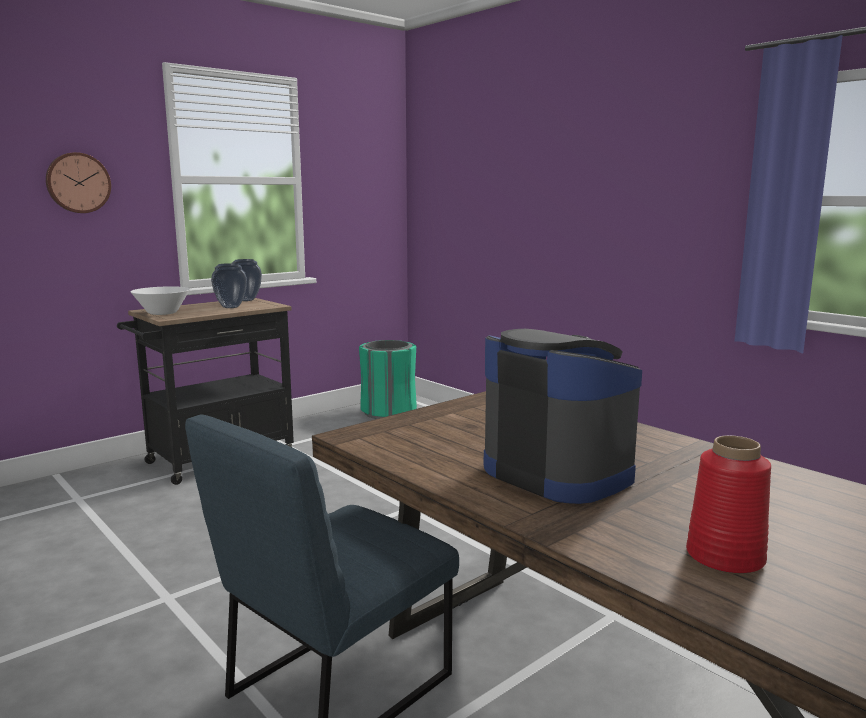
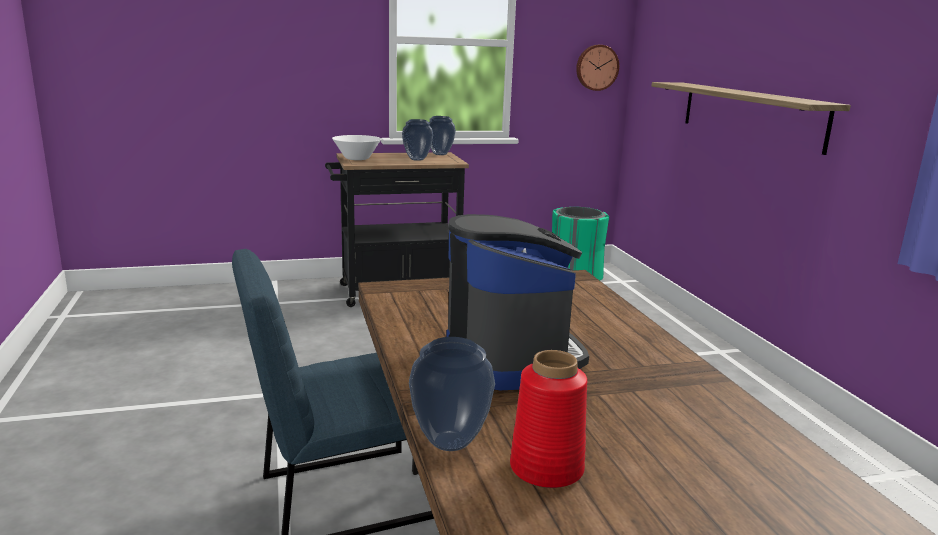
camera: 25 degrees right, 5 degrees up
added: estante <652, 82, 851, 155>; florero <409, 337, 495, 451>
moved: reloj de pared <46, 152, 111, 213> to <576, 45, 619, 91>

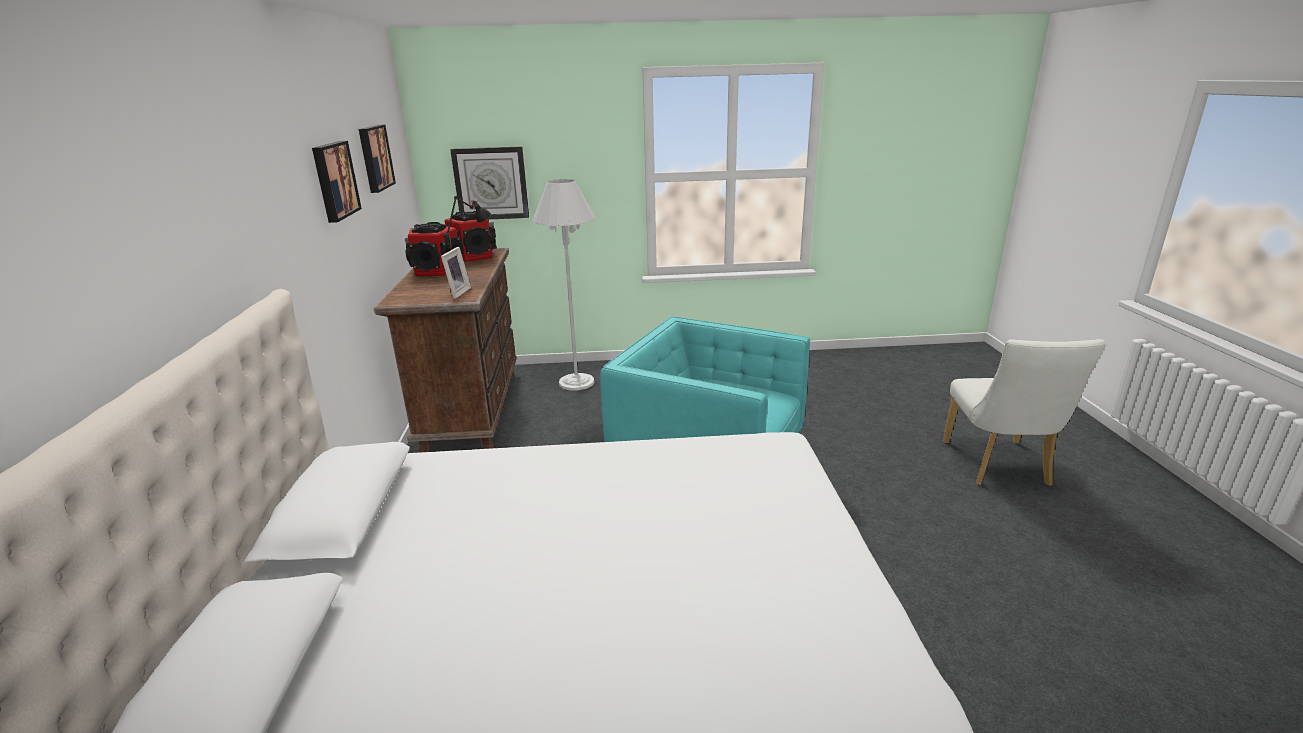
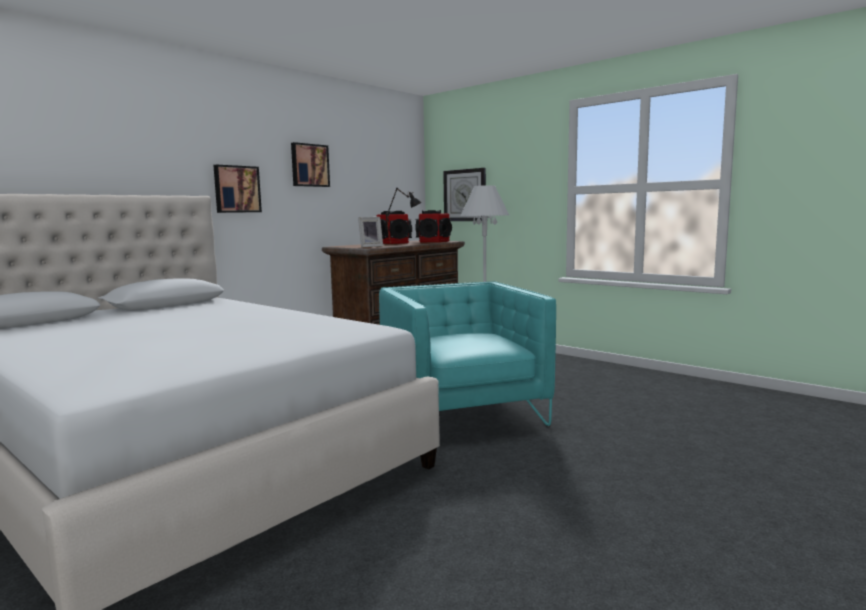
camera: 45 degrees right, 15 degrees down
removed: silla [blanco] <943, 339, 1106, 486>
moved: cuadro <359, 125, 396, 193> to <213, 164, 262, 213>

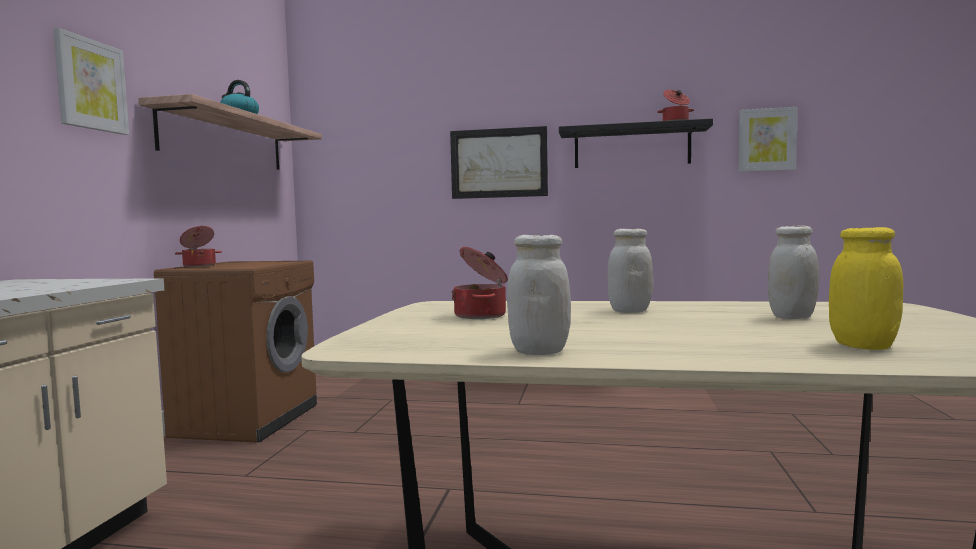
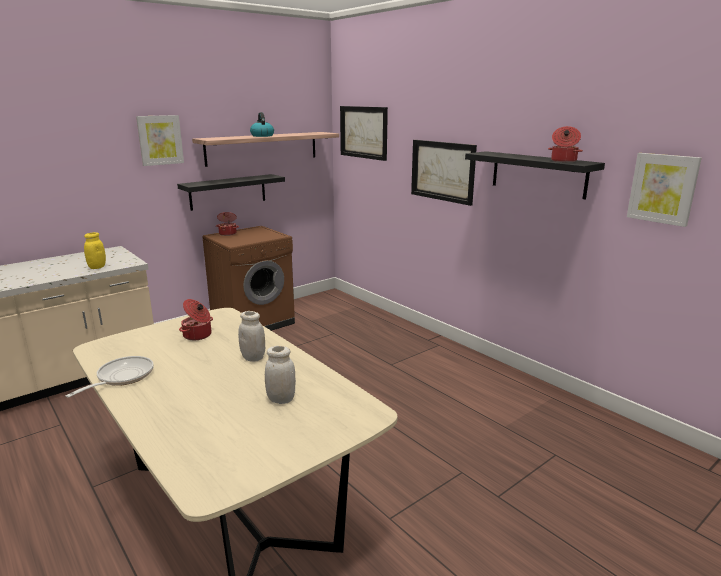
camera: 40 degrees right, 15 degrees up
added: cuadro <340, 106, 388, 161>; estante [negro] <177, 174, 285, 211>
moved: tarro [amarillo] <829, 227, 903, 350> to <84, 232, 106, 269>
replaced: tarro [blanco] <507, 235, 571, 355> to sartén <66, 356, 154, 398>

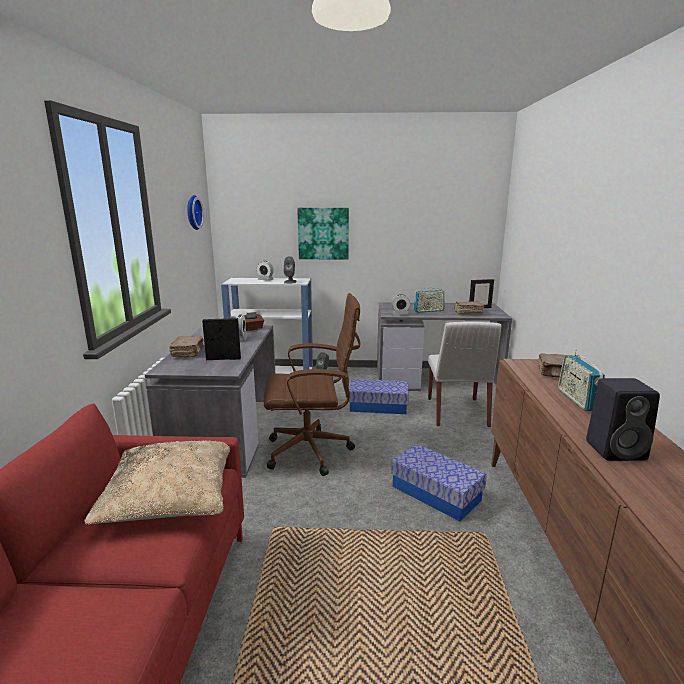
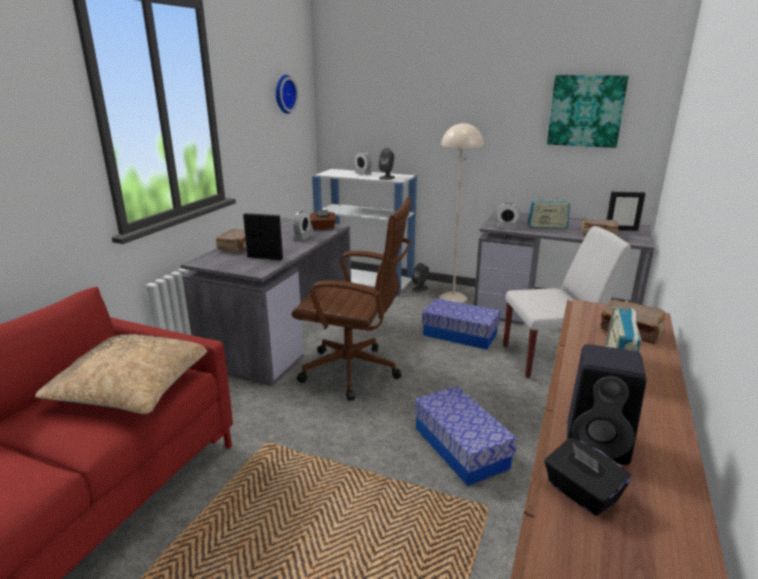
camera: 20 degrees right, 5 degrees up
added: lámpara de pie [beis] <439, 122, 484, 303>; caja de pañuelos [negro] <544, 438, 631, 516>
moved: cuadro <297, 208, 349, 260> to <547, 75, 629, 148>
turned: silla [blanco] <428, 322, 501, 427> = <503, 226, 631, 378> 120 degrees counterclockwise

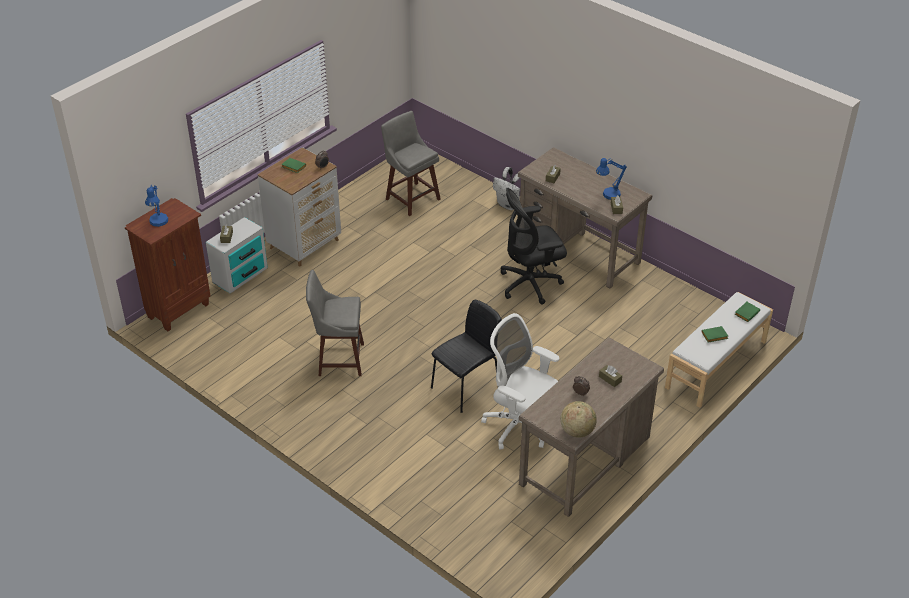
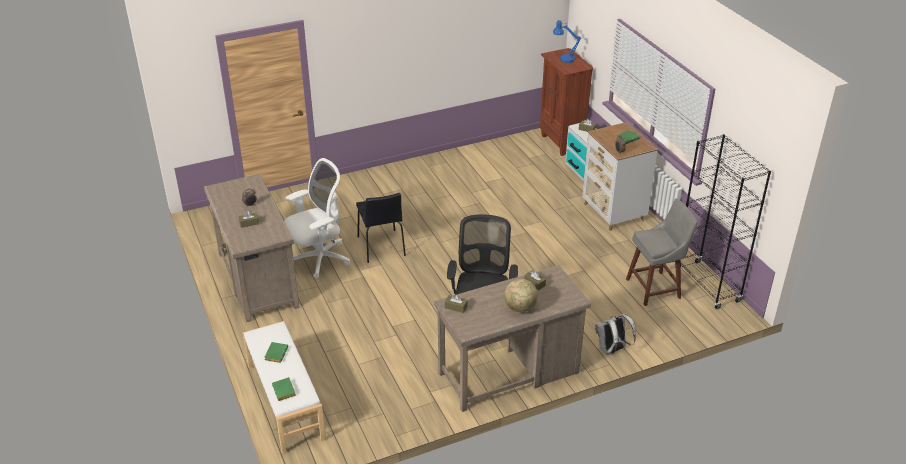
camera: 115 degrees right, 5 degrees down
removed: lámpara de mesa [azul] <596, 158, 627, 200>; silla [gris] <306, 270, 364, 376>
added: estantería [negro] <675, 134, 771, 309>
moved: globo terráqueo <560, 401, 597, 438> to <504, 279, 538, 312>

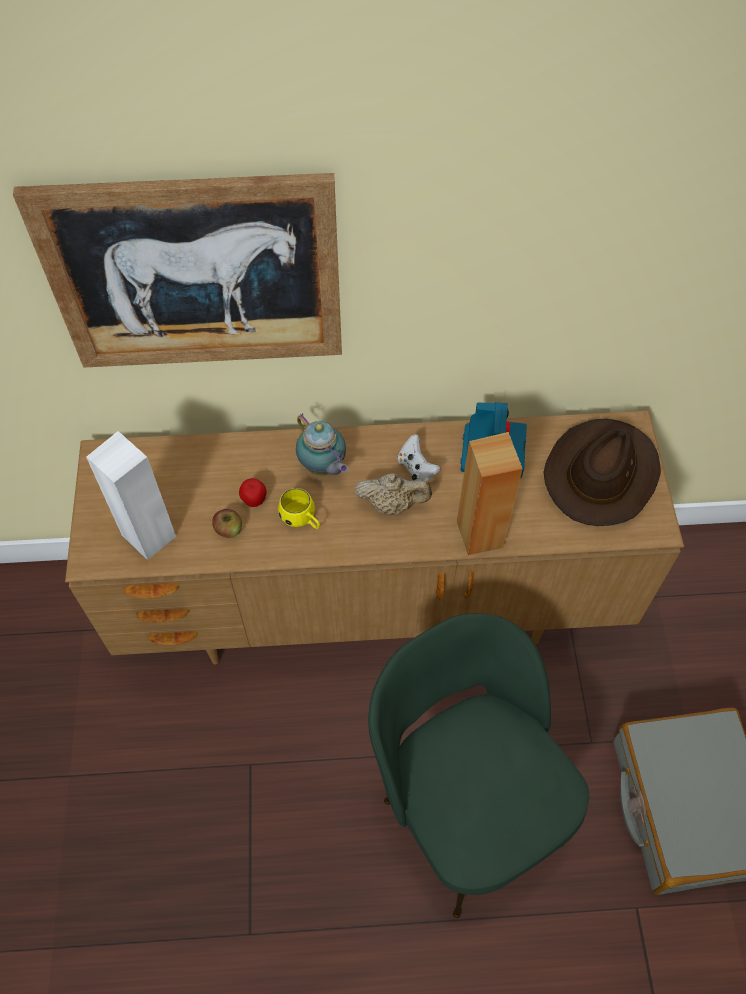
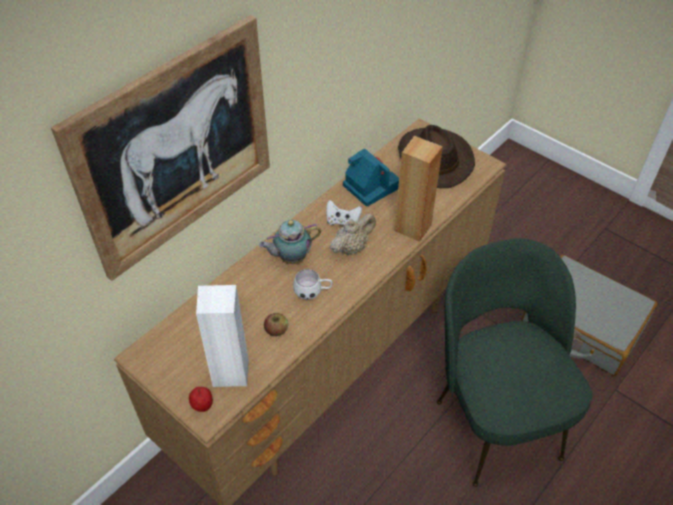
camera: 45 degrees left, 10 degrees down
moved: manzana <239, 478, 266, 507> to <189, 387, 213, 412>
recoloured: taza grande [amarillo] <278, 488, 320, 529> to taza grande [blanco] <293, 269, 333, 300>
turned: tetera <296, 413, 348, 475> = <259, 220, 321, 264> 150 degrees clockwise; silla [verde] <368, 613, 589, 918> = <437, 238, 592, 487> 60 degrees clockwise

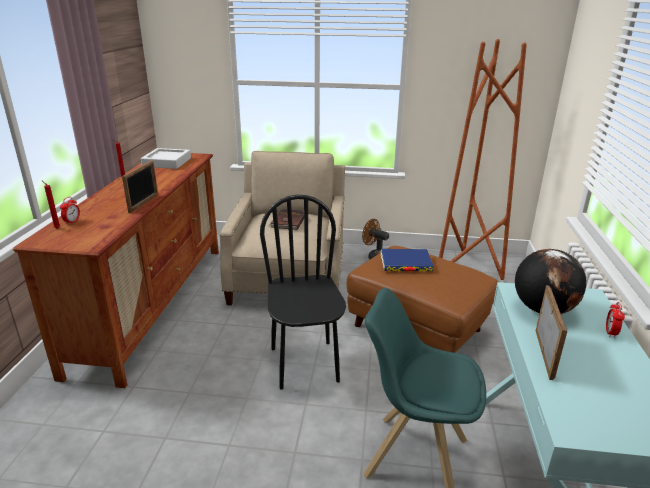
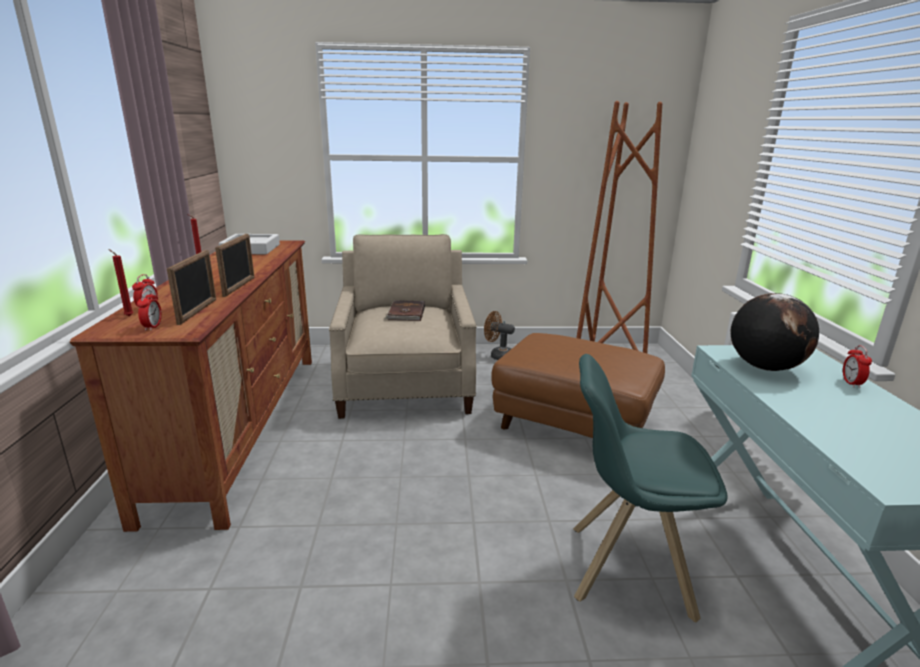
camera: 10 degrees left, 5 degrees down
removed: silla [negro] <260, 195, 346, 389>; libro [azul] <381, 249, 434, 272>
added: despertador <137, 290, 162, 331>
moved: portarretratos <536, 286, 567, 380> to <166, 250, 216, 325>

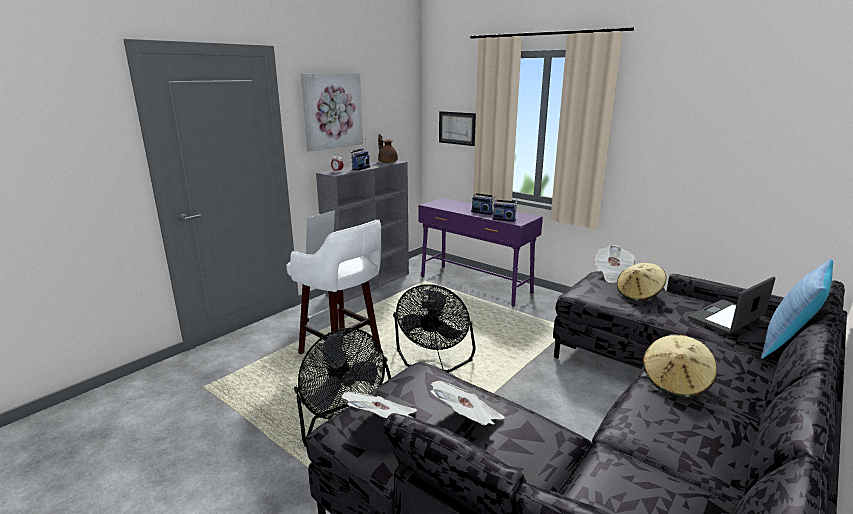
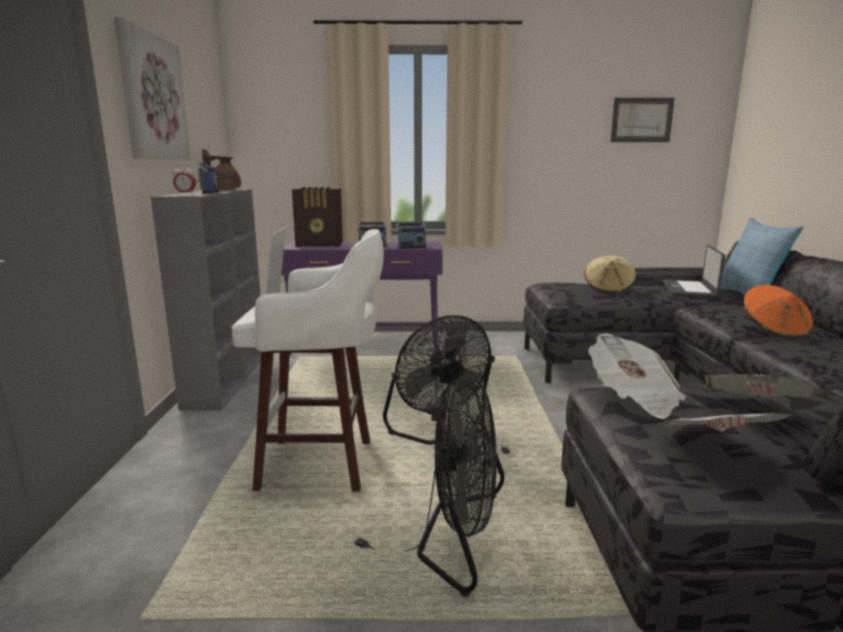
camera: 40 degrees left, 5 degrees down
added: radio <292, 187, 343, 247>
moved: cuadro <439, 111, 476, 146> to <611, 98, 674, 142>; periódico <594, 245, 637, 283> to <588, 333, 686, 419>
recoloured: sombrero [beis] <643, 335, 717, 398> to sombrero [naranja] <744, 285, 813, 339>

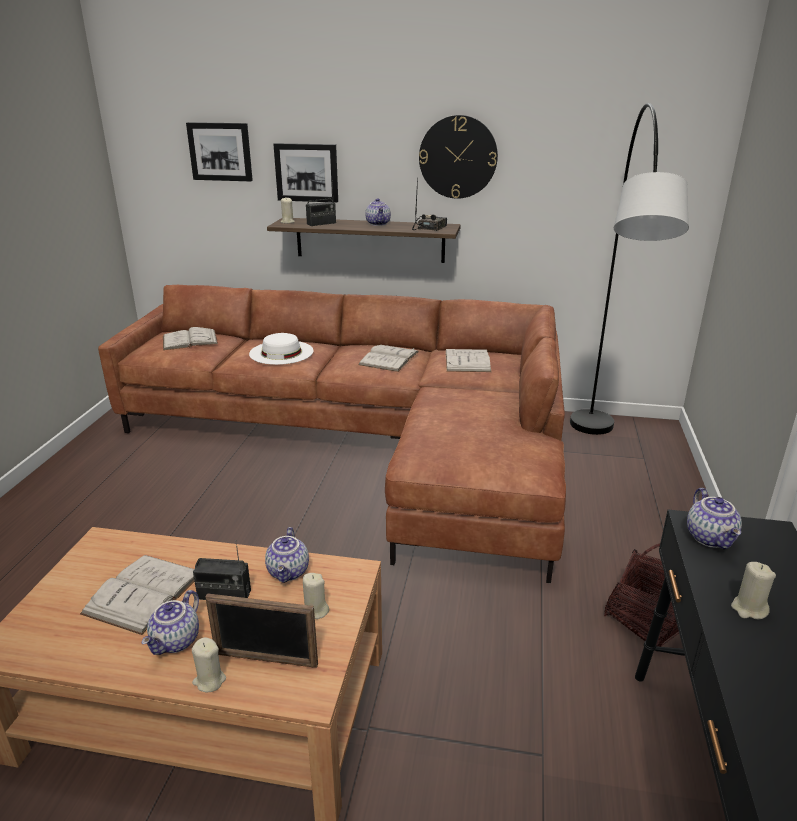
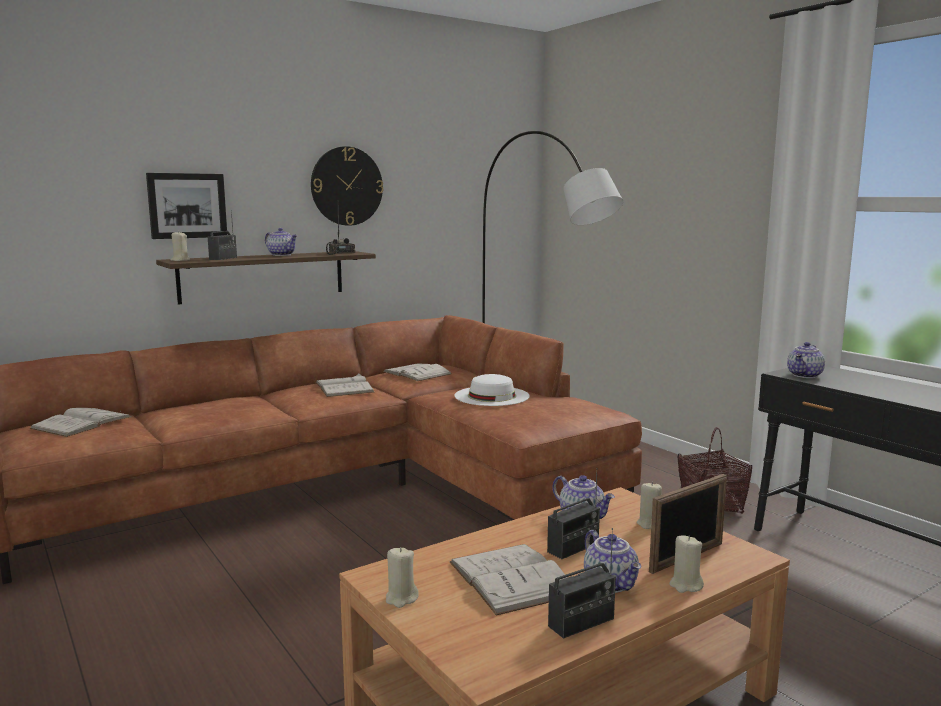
camera: 45 degrees left, 15 degrees down
removed: cuadro <186, 122, 253, 181>
added: radio <548, 528, 616, 639>
moved: sombrero [blanco] <249, 333, 314, 365> to <454, 374, 530, 406>; vela [beis] <731, 562, 776, 619> to <386, 547, 419, 608>
turned: tetera <687, 488, 742, 549> = <787, 342, 825, 378> 90 degrees clockwise

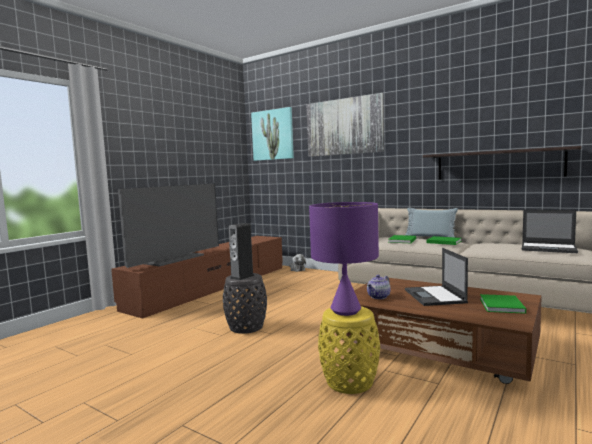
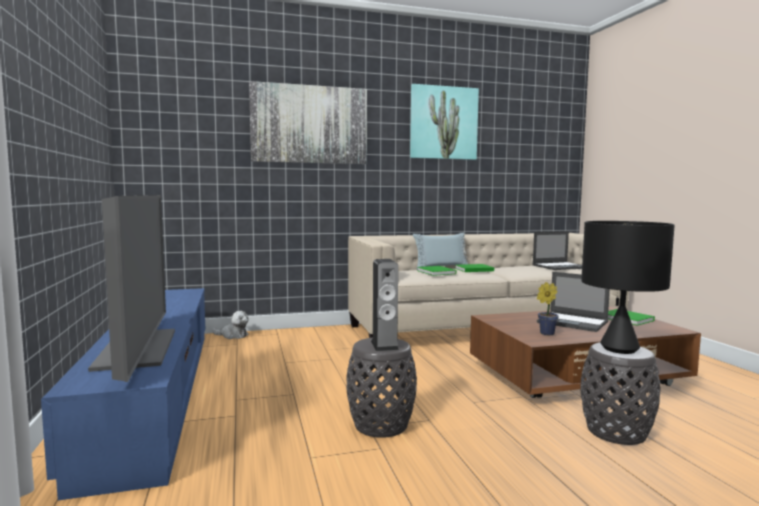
camera: 50 degrees left, 0 degrees up
removed: estante <423, 146, 582, 180>
moved: cuadro <251, 107, 294, 161> to <410, 84, 479, 160>
replaced: tetera <367, 275, 391, 299> to planta en maceta <537, 282, 559, 335>
recoloured: lámpara de mesa [morado] <309, 202, 379, 316> to lámpara de mesa [negro] <581, 221, 675, 354>; mueble de televisión [marrón] <111, 236, 283, 319> to mueble de televisión [azul] <41, 288, 205, 500>; taburete [amarillo] <318, 306, 380, 394> to taburete [gris] <580, 342, 661, 445>

